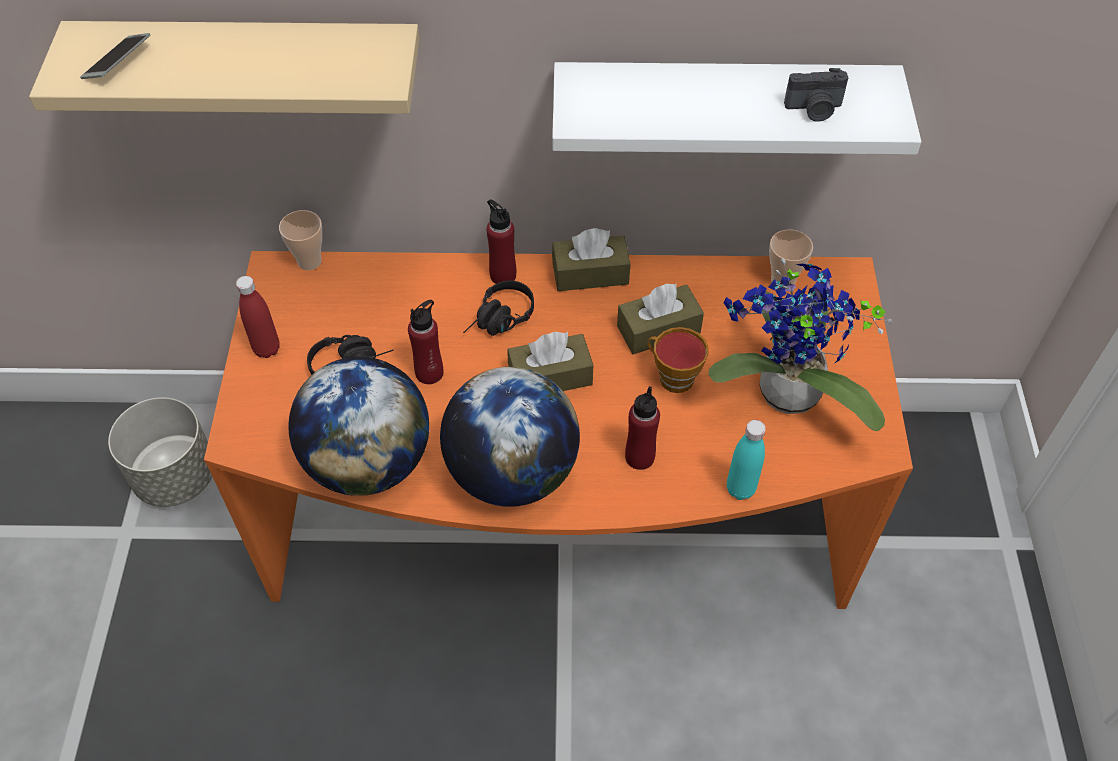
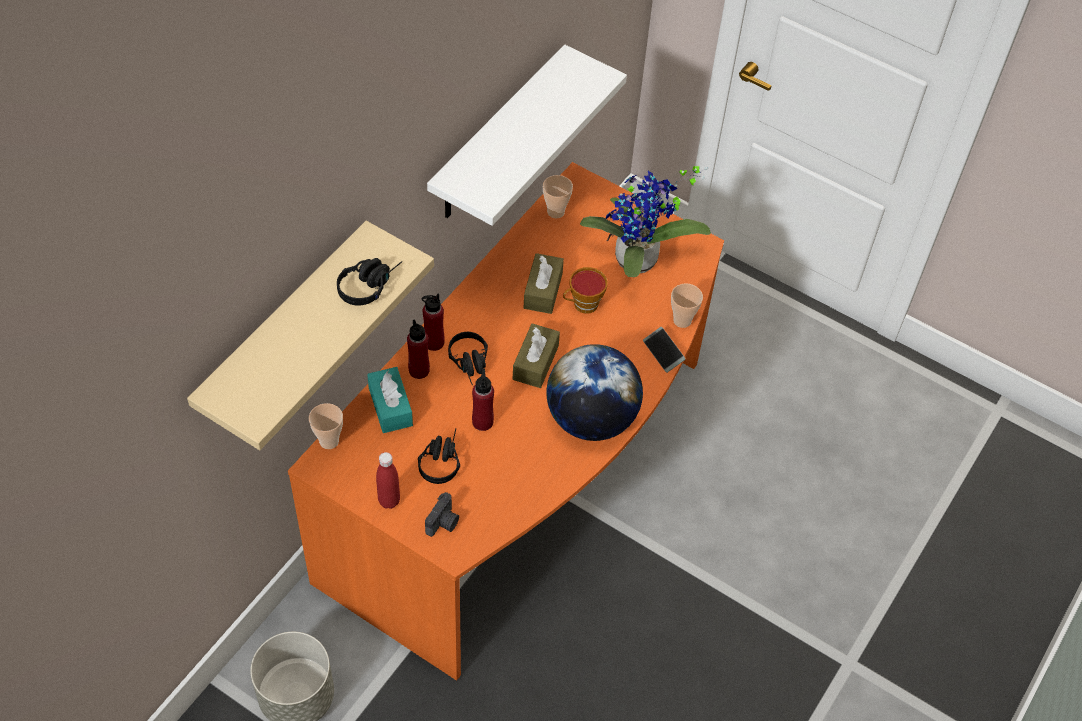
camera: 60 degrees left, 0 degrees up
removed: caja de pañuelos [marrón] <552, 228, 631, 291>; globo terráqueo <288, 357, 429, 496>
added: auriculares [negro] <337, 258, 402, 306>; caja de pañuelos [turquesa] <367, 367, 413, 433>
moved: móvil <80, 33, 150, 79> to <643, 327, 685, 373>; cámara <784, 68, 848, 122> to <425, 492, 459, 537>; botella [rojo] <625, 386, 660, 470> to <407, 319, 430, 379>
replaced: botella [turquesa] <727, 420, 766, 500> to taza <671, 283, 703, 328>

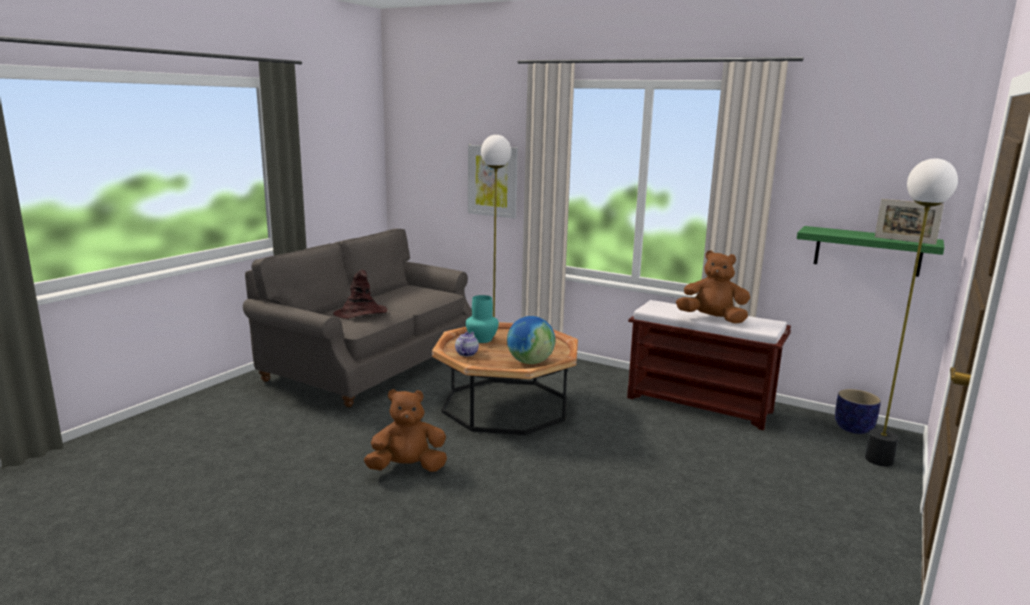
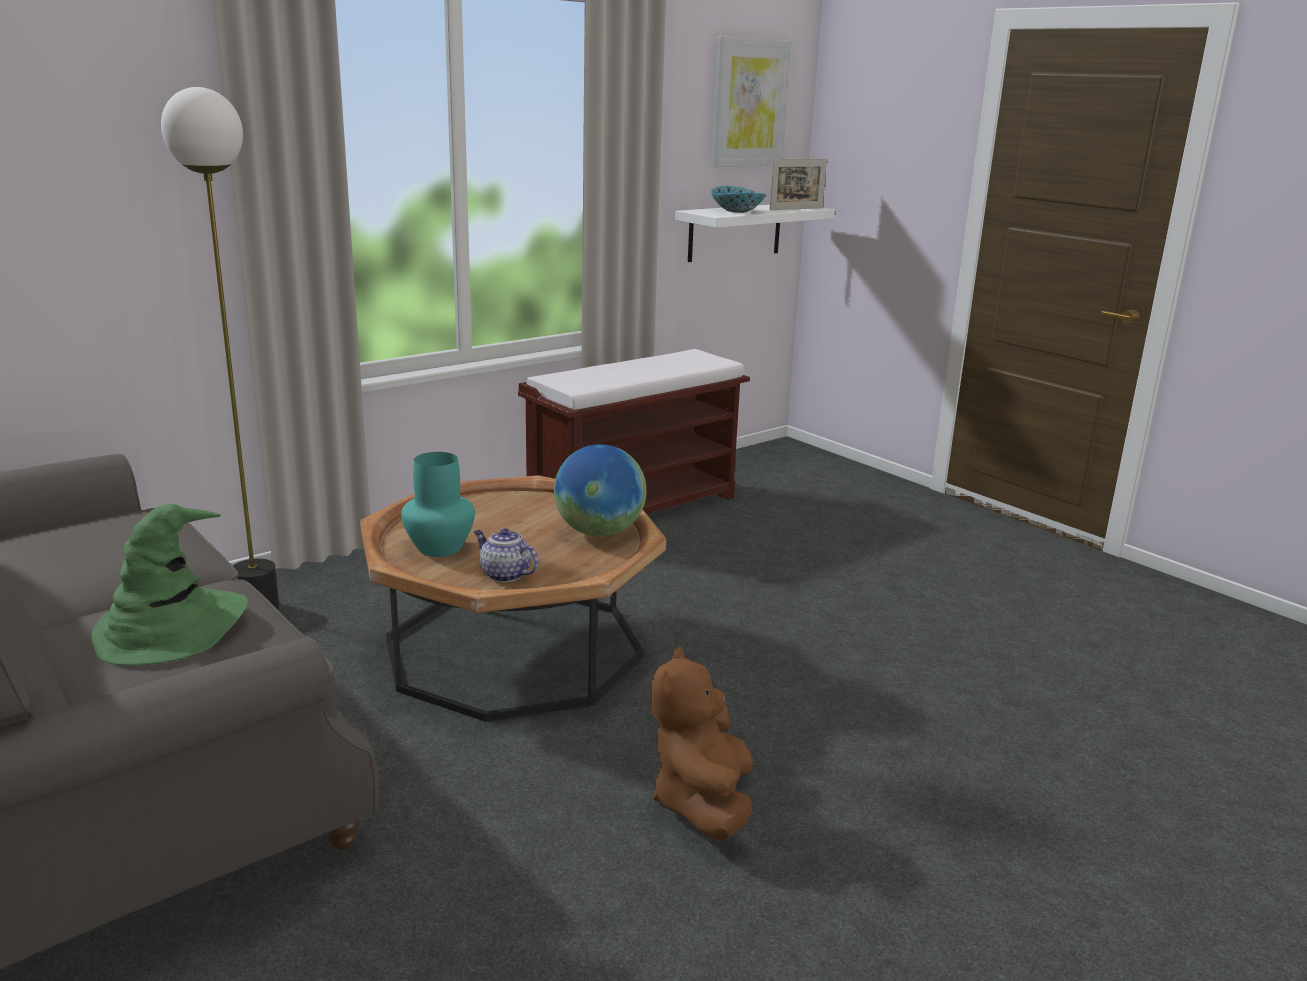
camera: 70 degrees left, 5 degrees up
removed: lámpara de pie <865, 158, 958, 466>; peluche [marrón] <676, 250, 750, 324>; maceta <835, 389, 881, 434>
added: cuenco <711, 186, 766, 213>
moved: cuadro <468, 145, 518, 219> to <711, 36, 792, 167>
recoloured: estante [verde] <797, 226, 944, 277> to estante [blanco] <675, 205, 835, 262>; sombrero [marrón] <333, 270, 387, 319> to sombrero [verde] <91, 504, 248, 666>

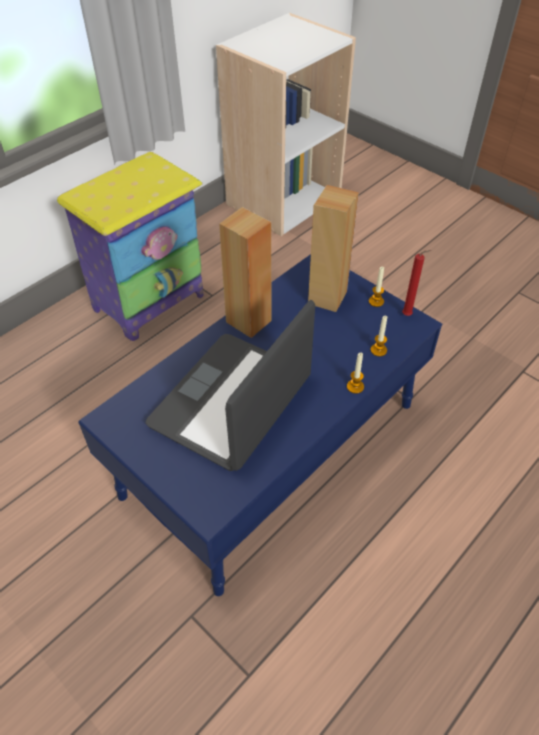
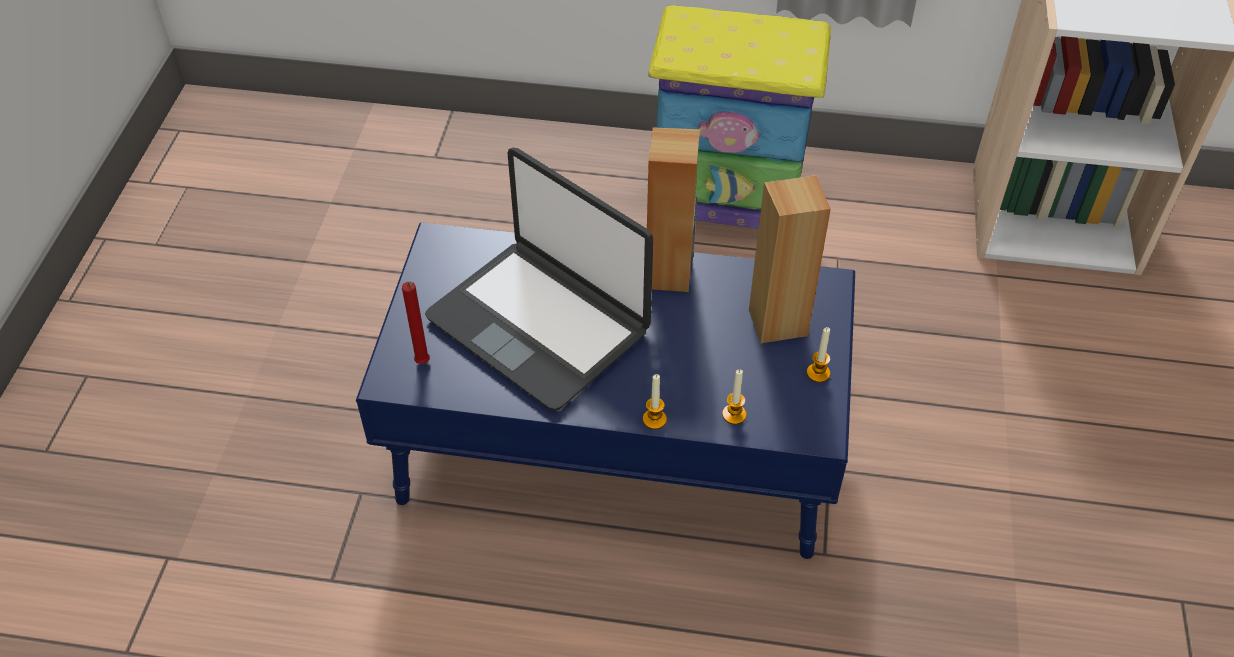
camera: 55 degrees right, 0 degrees up
moved: vela [rojo] <402, 250, 432, 316> to <402, 282, 430, 364>
turned: portátil <145, 300, 315, 471> = <425, 147, 653, 411> 135 degrees counterclockwise

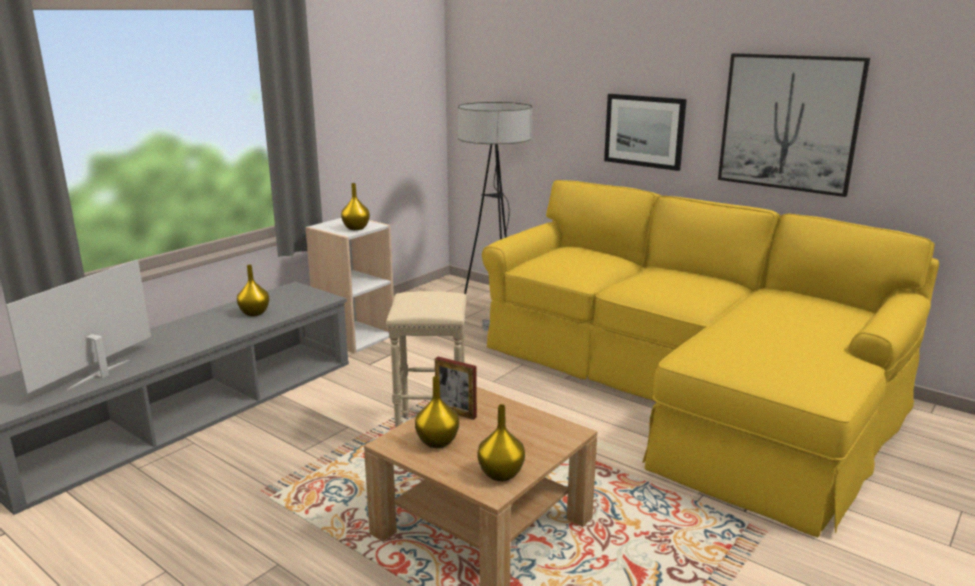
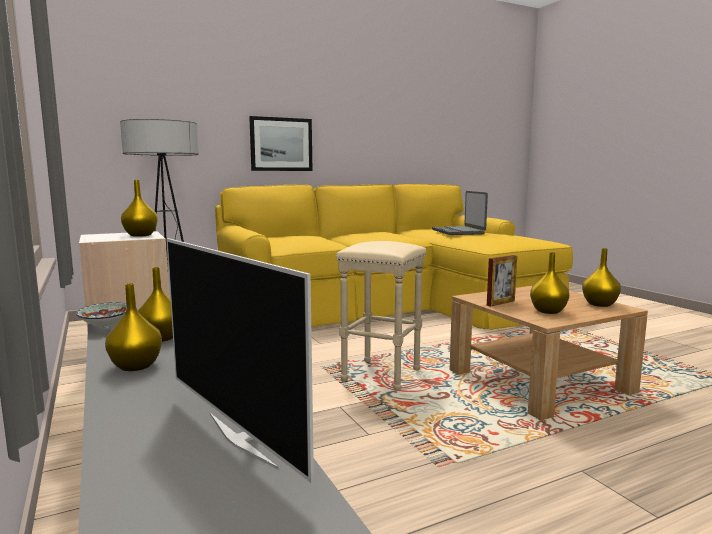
camera: 65 degrees left, 10 degrees down
removed: cuadro <718, 53, 870, 197>
added: portátil <432, 191, 488, 235>; florero [amarillo] <105, 283, 162, 371>; cuenco <76, 302, 127, 327>

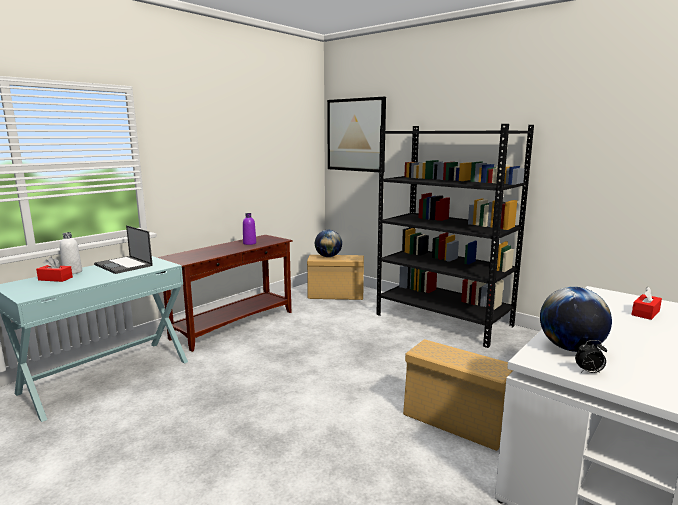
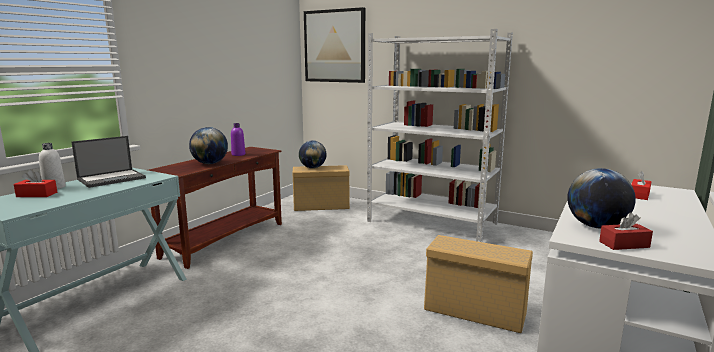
camera: 10 degrees left, 0 degrees up
added: globo terráqueo <189, 127, 228, 164>
replaced: despertador <575, 340, 607, 373> to caja de pañuelos [rojo] <599, 212, 653, 250>
recoloured: estantería [negro] <376, 124, 534, 348> to estantería [blanco] <367, 29, 513, 242>
turned: portátil <94, 225, 153, 274> = <71, 136, 146, 188> 75 degrees counterclockwise

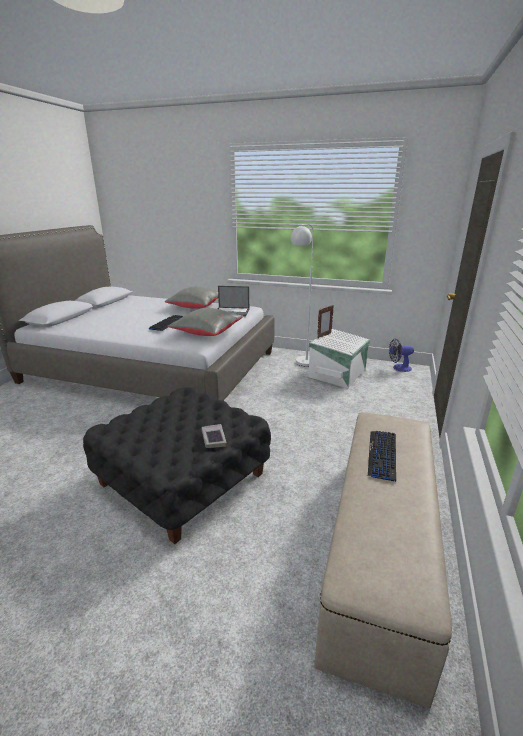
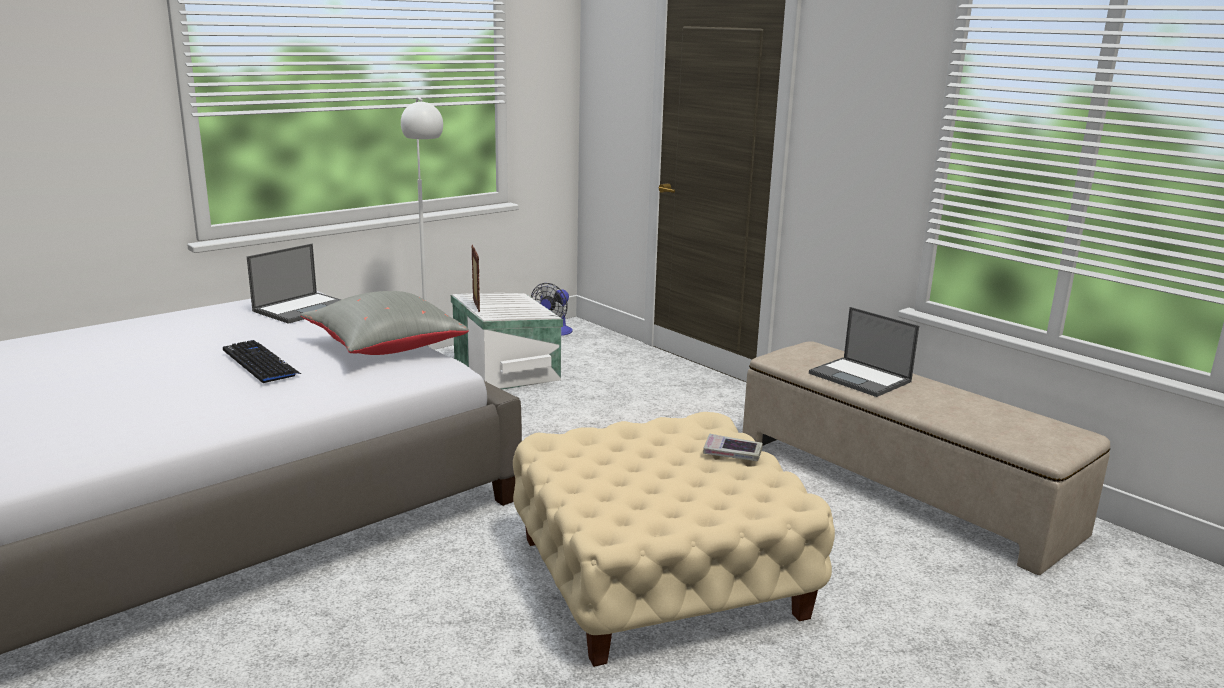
camera: 60 degrees left, 5 degrees down
removed: cojín [gris] <165, 286, 218, 309>
replaced: teclado <368, 431, 396, 482> to portátil <809, 307, 919, 397>
recoloured: puf [negro] <83, 387, 271, 544> to puf [beis] <513, 412, 835, 667>

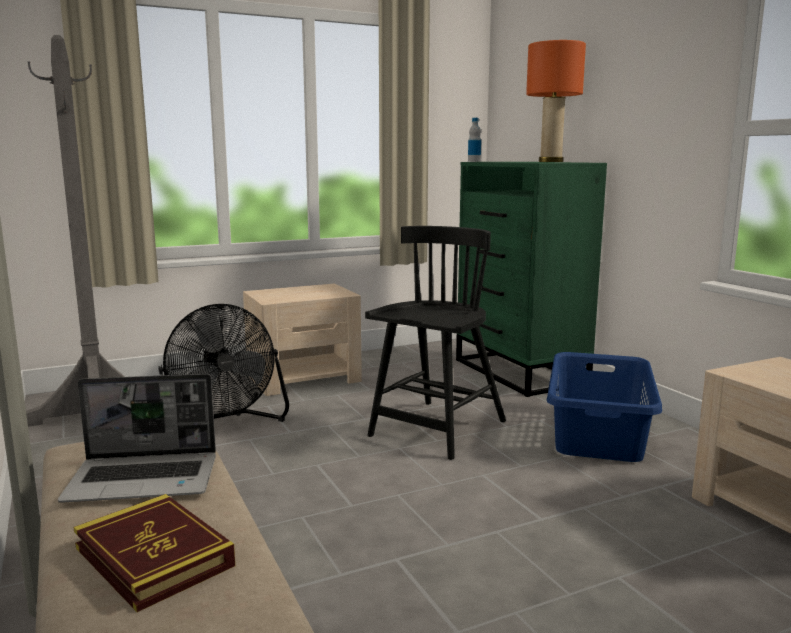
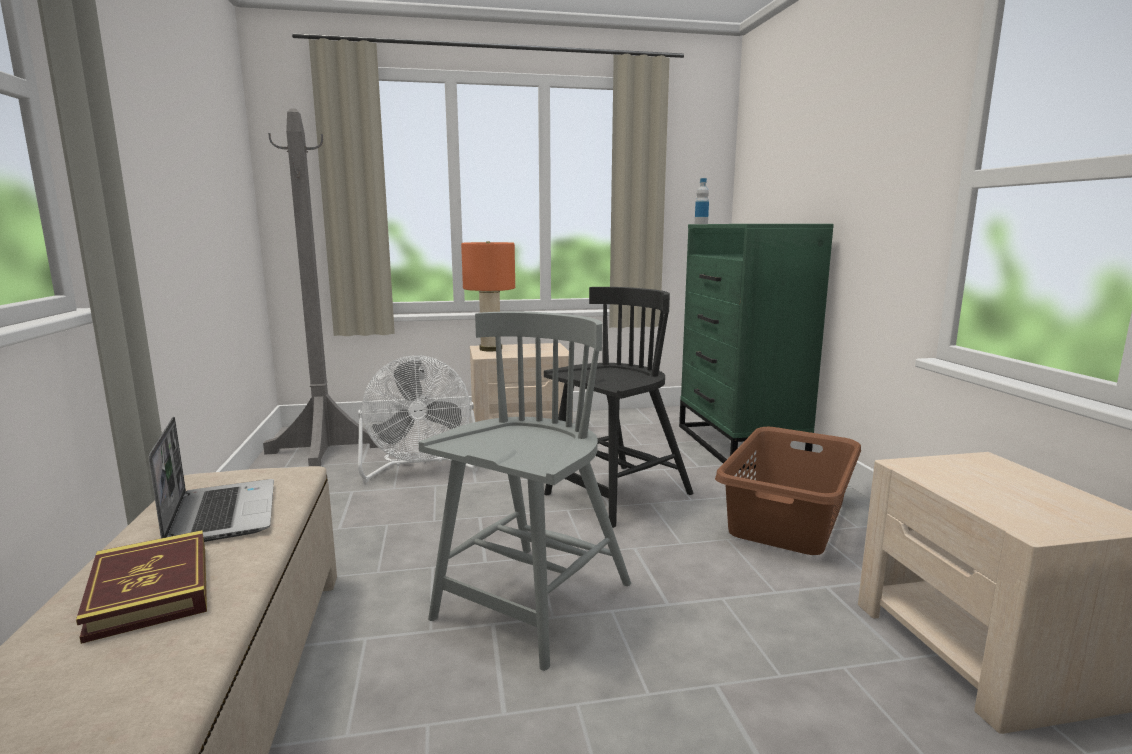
camera: 15 degrees right, 0 degrees up
added: silla [gris] <418, 312, 631, 671>
moved: lámpara de mesa [naranja] <526, 40, 586, 162> to <461, 241, 515, 351>
recoloured: ventilador [negro] <158, 304, 289, 422> to ventilador [blanco] <358, 355, 478, 483>; cesto de la ropa [azul] <547, 352, 662, 462> to cesto de la ropa [marrón] <715, 427, 861, 555>
turned: portátil <58, 374, 216, 503> = <149, 417, 274, 542> 120 degrees counterclockwise

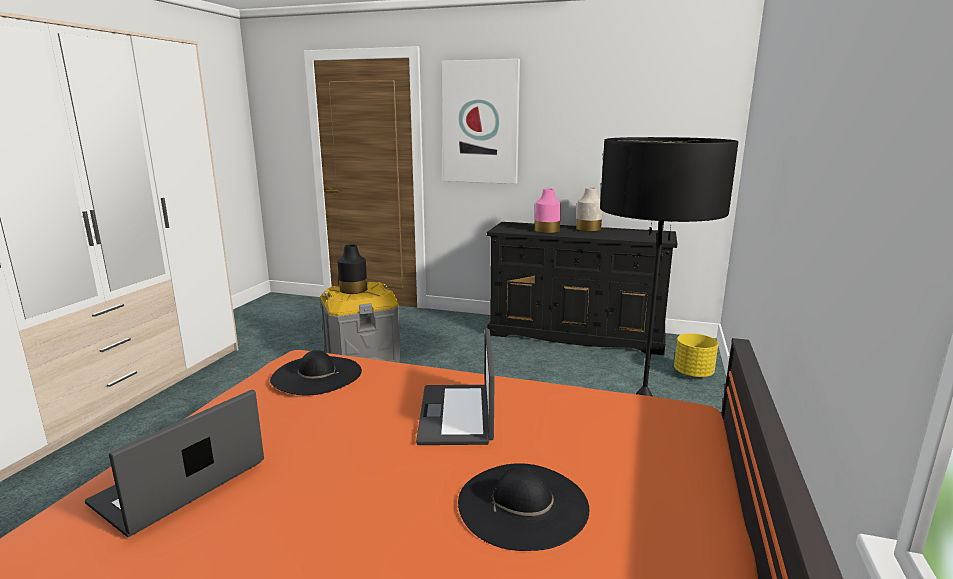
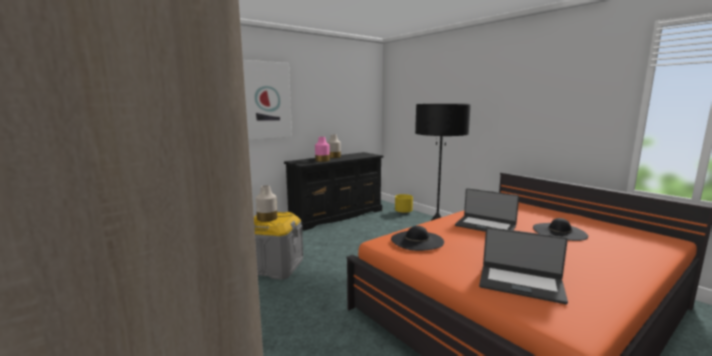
camera: 55 degrees left, 5 degrees down
recoloured: florero [negro] <337, 244, 367, 294> to florero [beis] <256, 185, 277, 222>
turned: portátil <85, 390, 264, 537> = <479, 227, 568, 304> 45 degrees counterclockwise

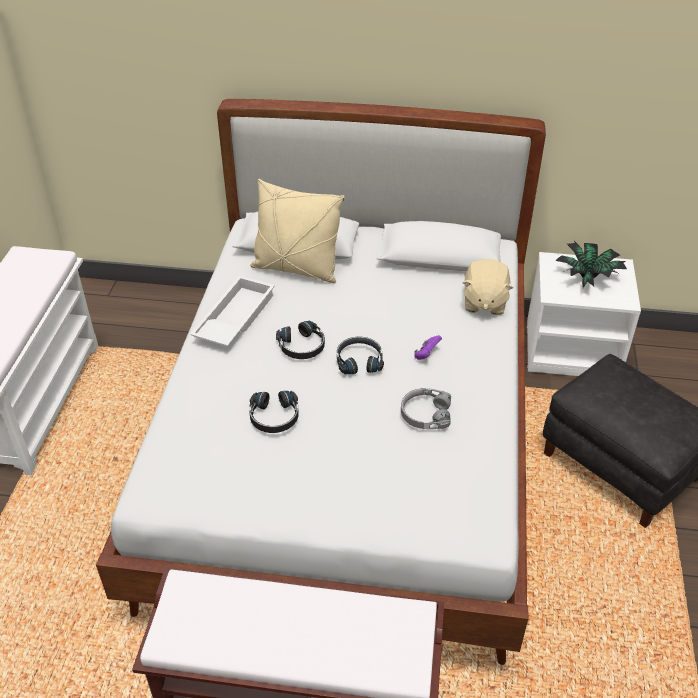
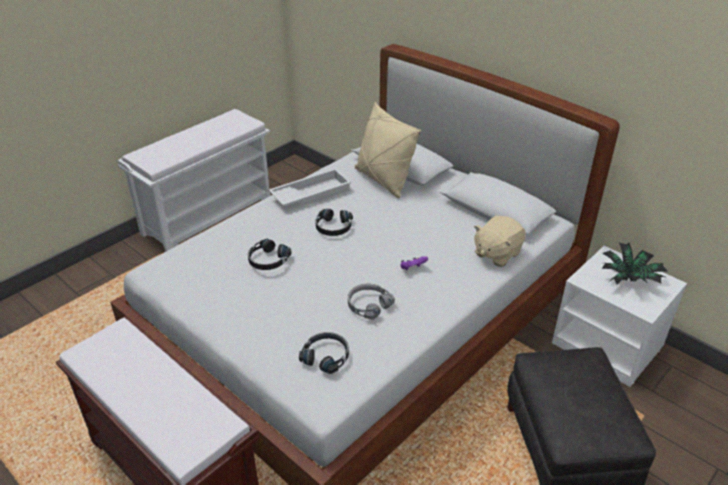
camera: 35 degrees right, 5 degrees down
moved: auriculares [negro] <337, 337, 384, 375> to <299, 332, 349, 374>

